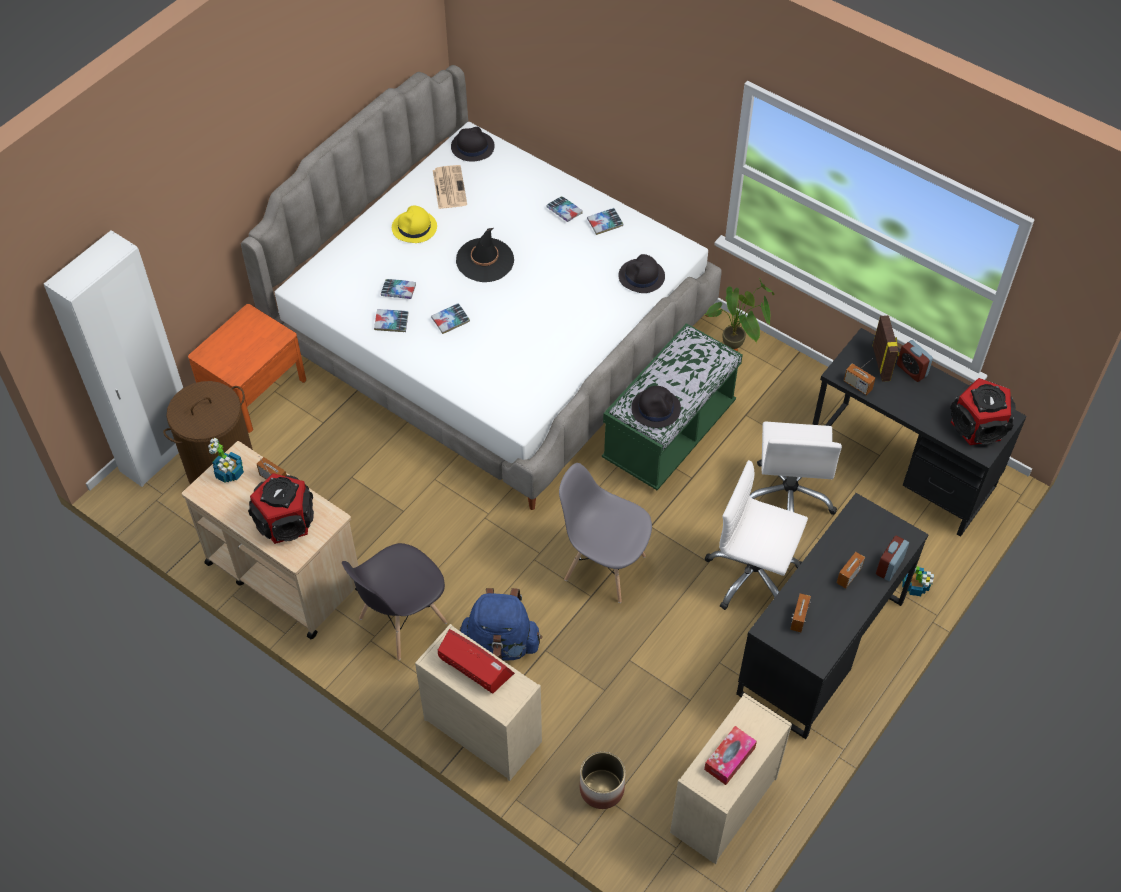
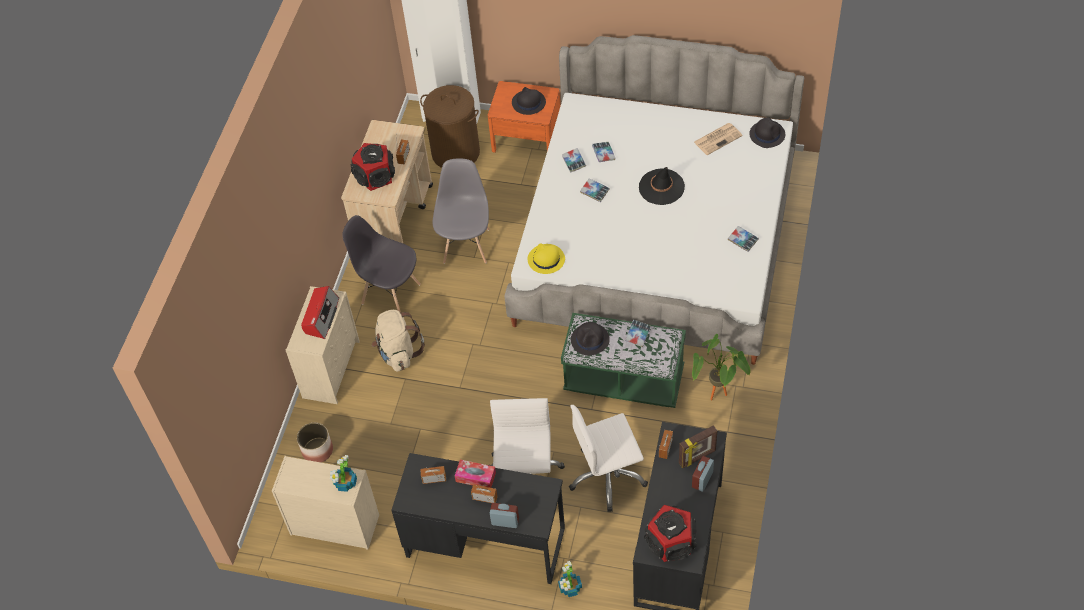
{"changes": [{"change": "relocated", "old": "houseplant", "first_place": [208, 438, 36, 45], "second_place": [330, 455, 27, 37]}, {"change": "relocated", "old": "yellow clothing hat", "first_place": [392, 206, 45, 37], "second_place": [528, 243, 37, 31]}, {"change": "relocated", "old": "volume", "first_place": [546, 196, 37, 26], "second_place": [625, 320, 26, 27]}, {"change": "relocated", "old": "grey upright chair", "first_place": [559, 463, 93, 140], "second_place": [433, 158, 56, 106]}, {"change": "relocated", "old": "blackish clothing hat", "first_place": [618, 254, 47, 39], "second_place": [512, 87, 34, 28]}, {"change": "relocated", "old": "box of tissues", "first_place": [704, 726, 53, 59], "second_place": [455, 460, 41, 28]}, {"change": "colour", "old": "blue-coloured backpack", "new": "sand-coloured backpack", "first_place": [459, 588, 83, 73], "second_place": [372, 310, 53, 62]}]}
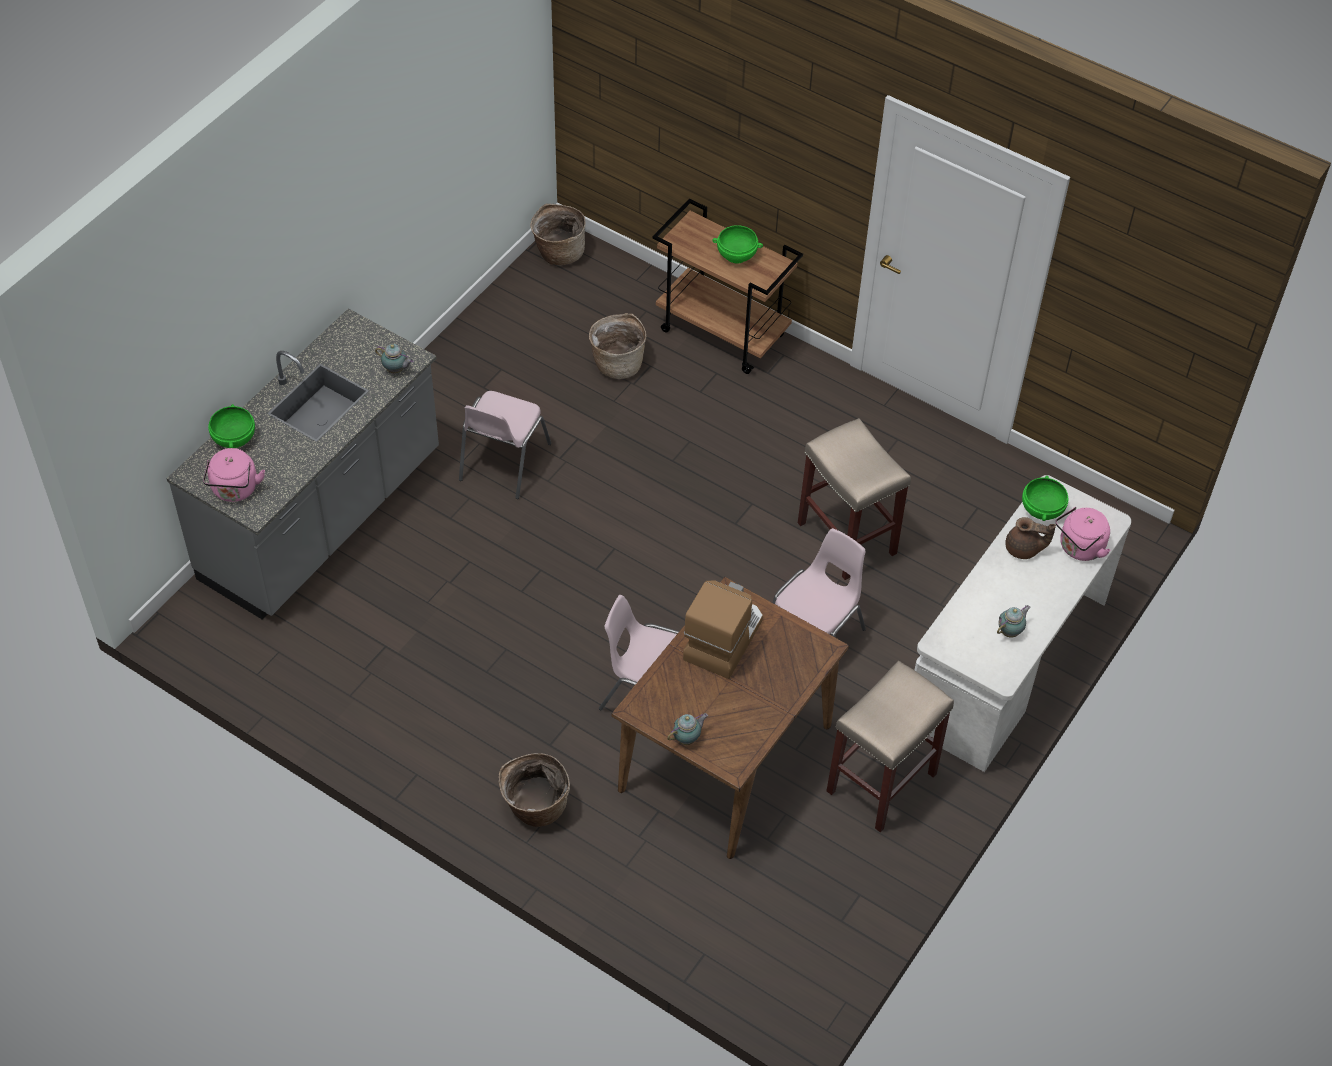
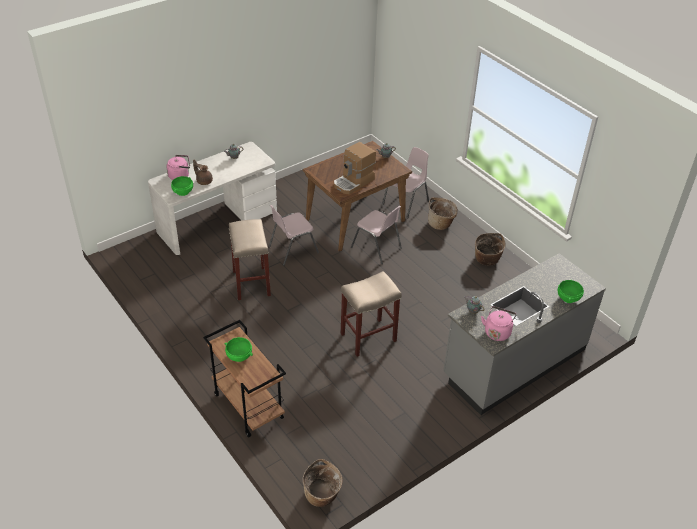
{"changes": [{"change": "relocated", "old": "pink-coloured kettle", "first_place": [203, 448, 62, 54], "second_place": [481, 306, 36, 35]}, {"change": "relocated", "old": "pink-coloured upright chair", "first_place": [459, 391, 92, 108], "second_place": [382, 147, 47, 71]}, {"change": "relocated", "old": "household basket", "first_place": [589, 313, 57, 66], "second_place": [475, 233, 31, 33]}, {"change": "relocated", "old": "sand-coloured sitting stool", "first_place": [826, 661, 128, 171], "second_place": [341, 271, 60, 86]}]}
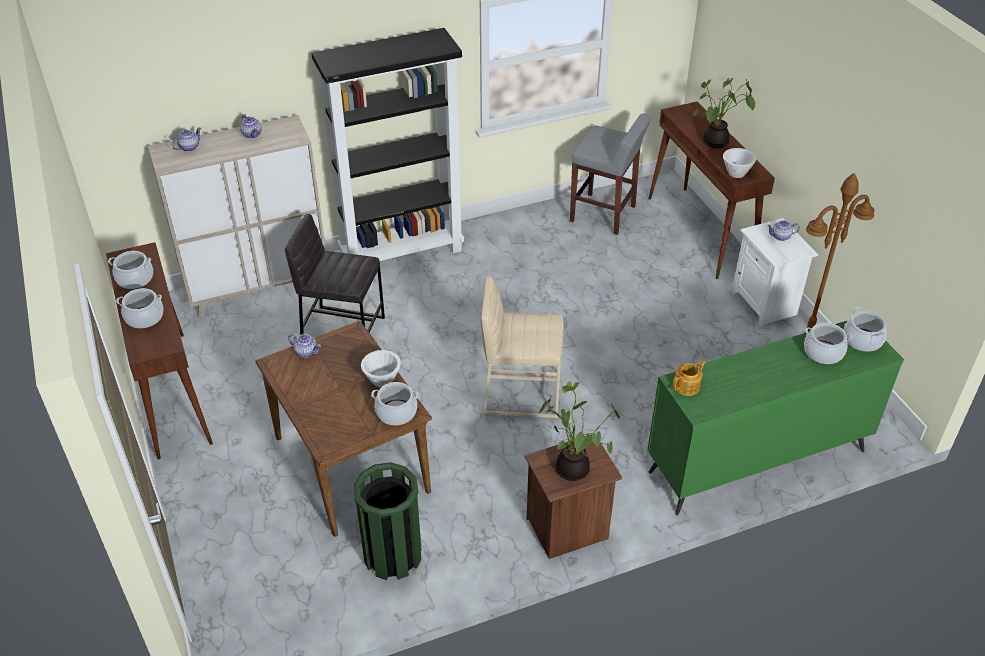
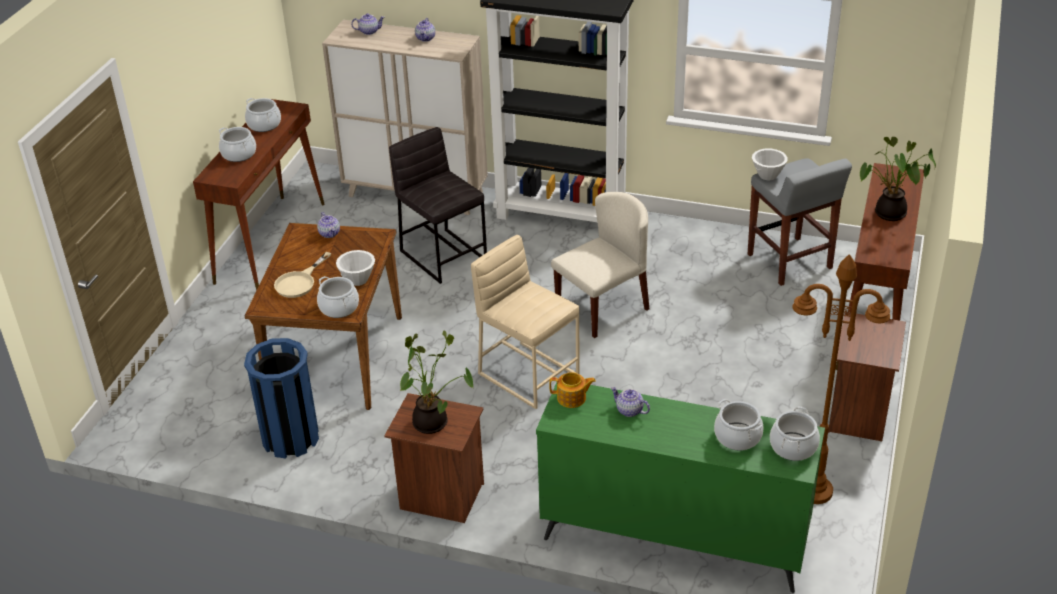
{"changes": [{"change": "appeared", "new": "sand-coloured frying pan", "second_place": [274, 252, 57, 46]}, {"change": "appeared", "new": "sand-coloured upright chair", "second_place": [551, 192, 98, 146]}, {"change": "relocated", "old": "white-coloured bowl", "first_place": [723, 148, 33, 30], "second_place": [752, 149, 36, 31]}, {"change": "relocated", "old": "pot for tea", "first_place": [767, 220, 33, 21], "second_place": [611, 387, 39, 30]}, {"change": "colour", "old": "greenish rubbish bin", "new": "blue-coloured rubbish bin", "first_place": [353, 462, 68, 118], "second_place": [244, 338, 75, 121]}, {"change": "colour", "old": "white-coloured nightstand", "new": "brown nightstand", "first_place": [732, 218, 86, 109], "second_place": [828, 312, 78, 129]}]}
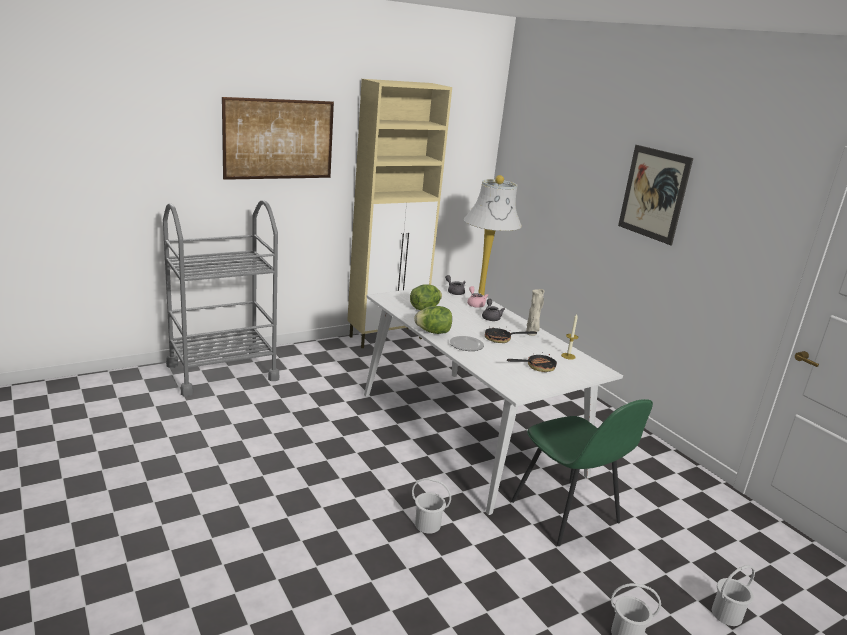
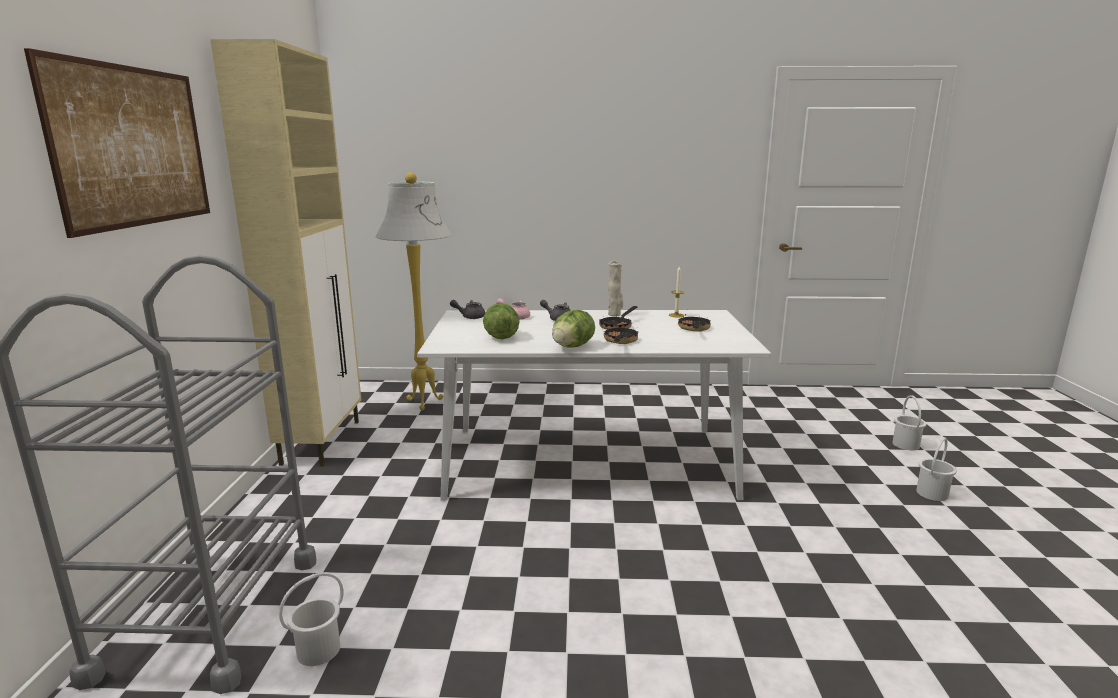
{"changes": [{"change": "missing", "old": "greenish upright chair", "first_place": [511, 399, 142, 147]}, {"change": "missing", "old": "wall picture", "first_place": [618, 145, 75, 100]}, {"change": "relocated", "old": "white-coloured bucket", "first_place": [412, 478, 39, 56], "second_place": [279, 572, 65, 94]}, {"change": "exchanged", "old": "plate", "new": "frying pan", "first_place": [450, 336, 34, 15], "second_place": [604, 325, 34, 19]}]}
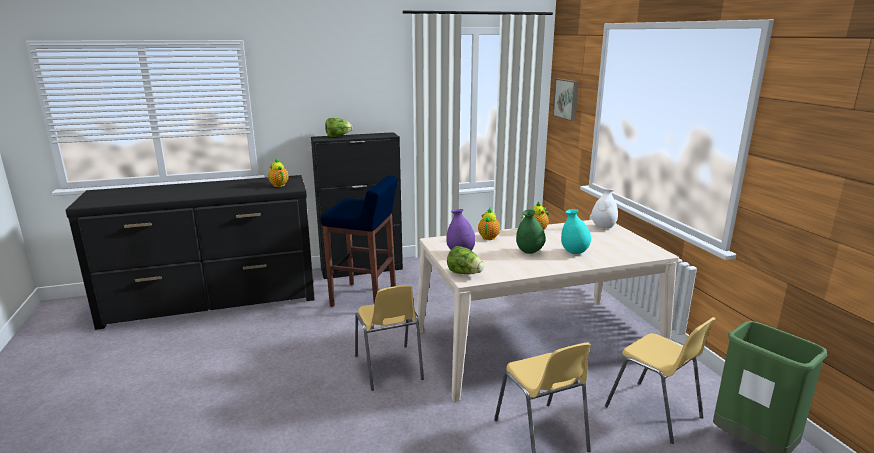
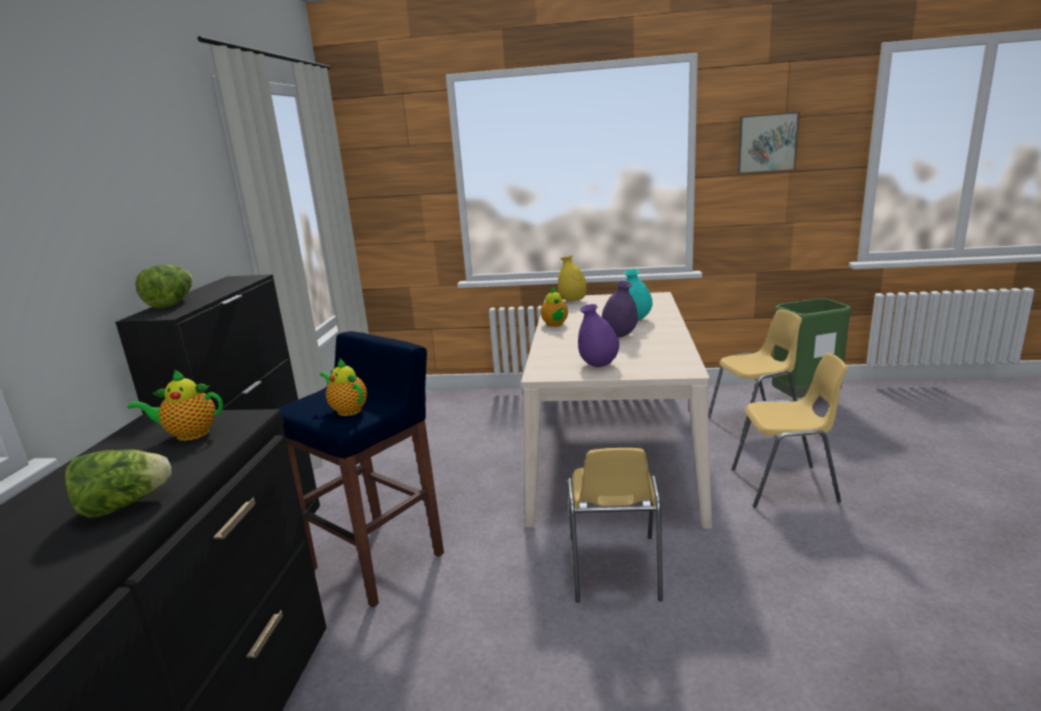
{"changes": [{"change": "relocated", "old": "lettuce", "first_place": [447, 246, 37, 28], "second_place": [65, 449, 106, 69]}, {"change": "relocated", "old": "pot for tea", "first_place": [478, 208, 22, 32], "second_place": [320, 359, 47, 57]}, {"change": "relocated", "old": "wall picture", "first_place": [553, 79, 26, 42], "second_place": [737, 112, 63, 62]}, {"change": "colour", "old": "greenish vase", "new": "purple-coloured vase", "first_place": [516, 210, 30, 44], "second_place": [602, 281, 36, 56]}, {"change": "colour", "old": "white-coloured vase", "new": "yellow vase", "first_place": [591, 188, 27, 40], "second_place": [558, 255, 29, 47]}, {"change": "spun", "old": "yellow upright chair", "first_place": [355, 285, 69, 106], "second_place": [567, 448, 96, 154], "degrees": 90}]}
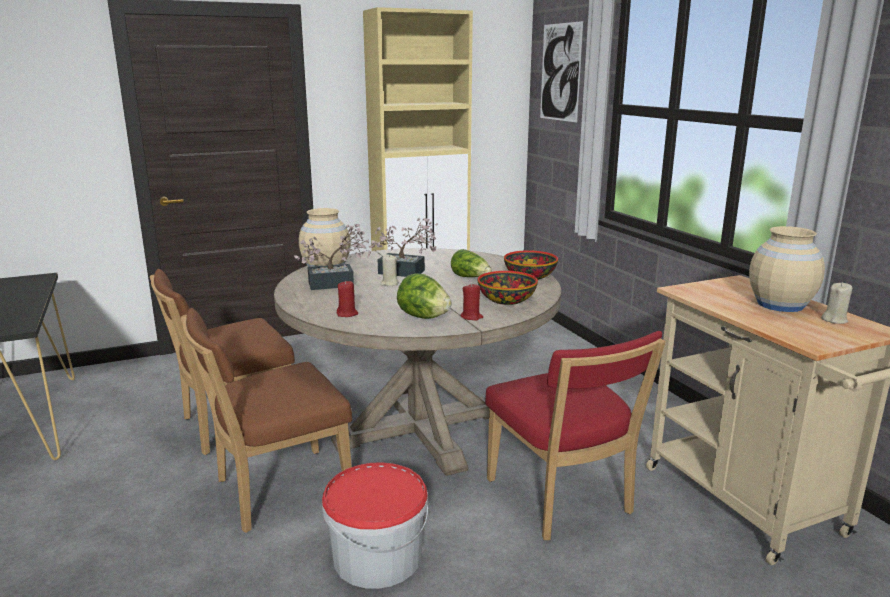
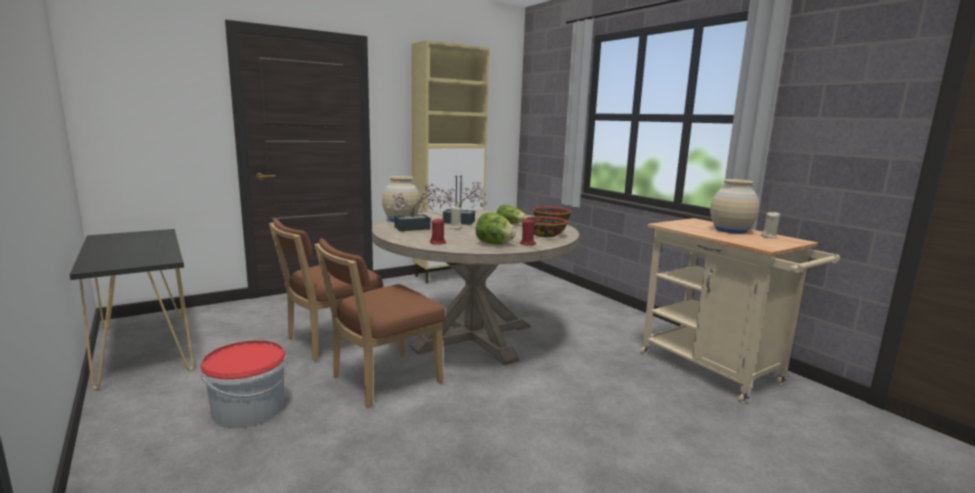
{"changes": [{"change": "missing", "old": "red upright chair", "first_place": [485, 331, 181, 209]}, {"change": "missing", "old": "wall picture", "first_place": [540, 21, 43, 101]}, {"change": "relocated", "old": "bucket", "first_place": [322, 462, 106, 127], "second_place": [200, 340, 87, 88]}]}
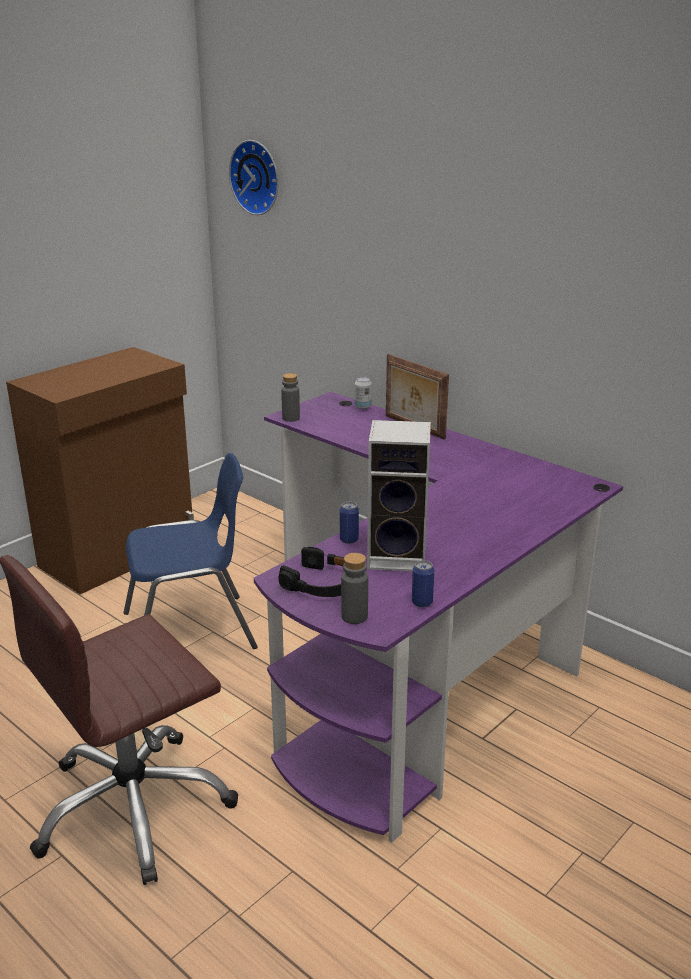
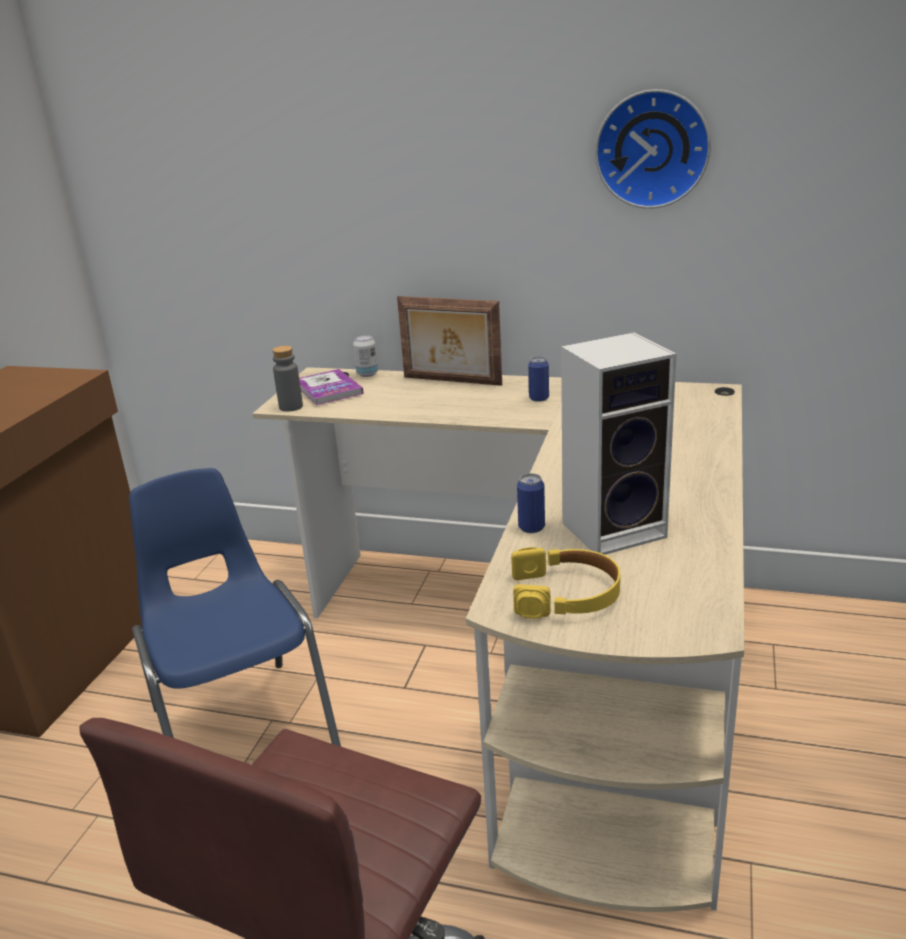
{"changes": [{"change": "missing", "old": "grey beverage bottle", "first_place": [341, 553, 27, 71]}, {"change": "appeared", "new": "volume", "second_place": [299, 369, 65, 36]}, {"change": "relocated", "old": "wall clock", "first_place": [229, 140, 50, 75], "second_place": [595, 89, 116, 120]}, {"change": "relocated", "old": "can", "first_place": [412, 560, 22, 47], "second_place": [528, 356, 21, 46]}, {"change": "colour", "old": "purple-coloured desk unit", "new": "sand-coloured desk unit", "first_place": [254, 392, 369, 451], "second_place": [252, 367, 492, 545]}, {"change": "colour", "old": "blackish headset", "new": "yellow headset", "first_place": [279, 547, 66, 50], "second_place": [511, 547, 109, 72]}, {"change": "spun", "old": "blue-coloured upright chair", "first_place": [123, 453, 135, 196], "second_place": [129, 468, 212, 279], "degrees": -75}]}
